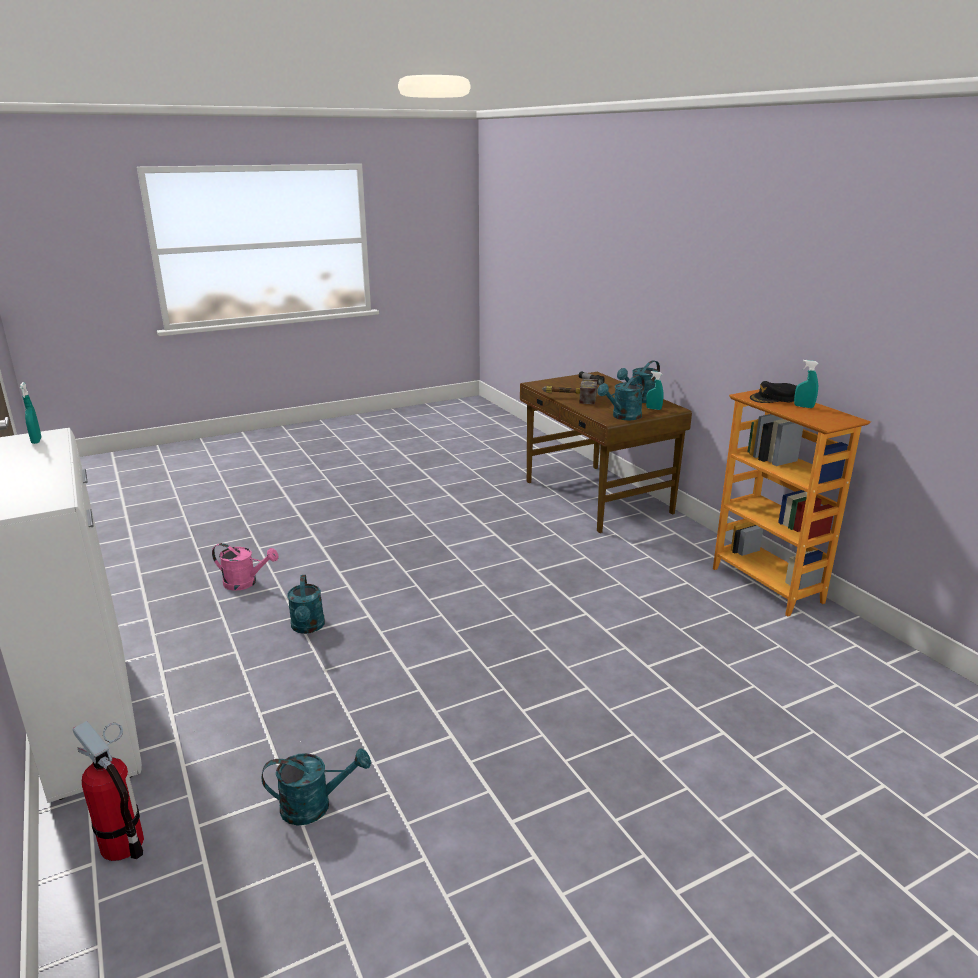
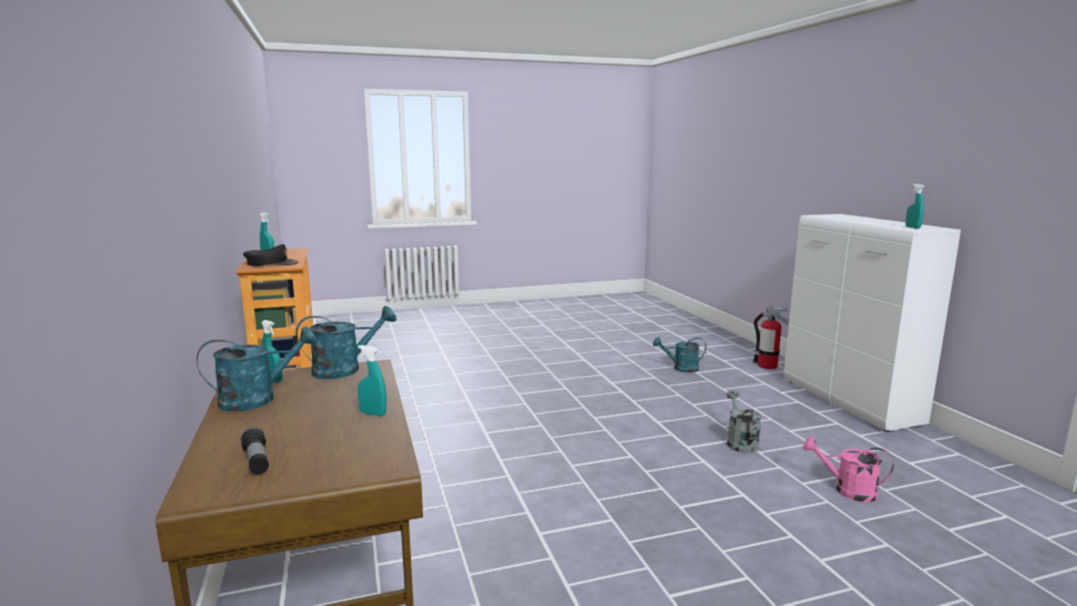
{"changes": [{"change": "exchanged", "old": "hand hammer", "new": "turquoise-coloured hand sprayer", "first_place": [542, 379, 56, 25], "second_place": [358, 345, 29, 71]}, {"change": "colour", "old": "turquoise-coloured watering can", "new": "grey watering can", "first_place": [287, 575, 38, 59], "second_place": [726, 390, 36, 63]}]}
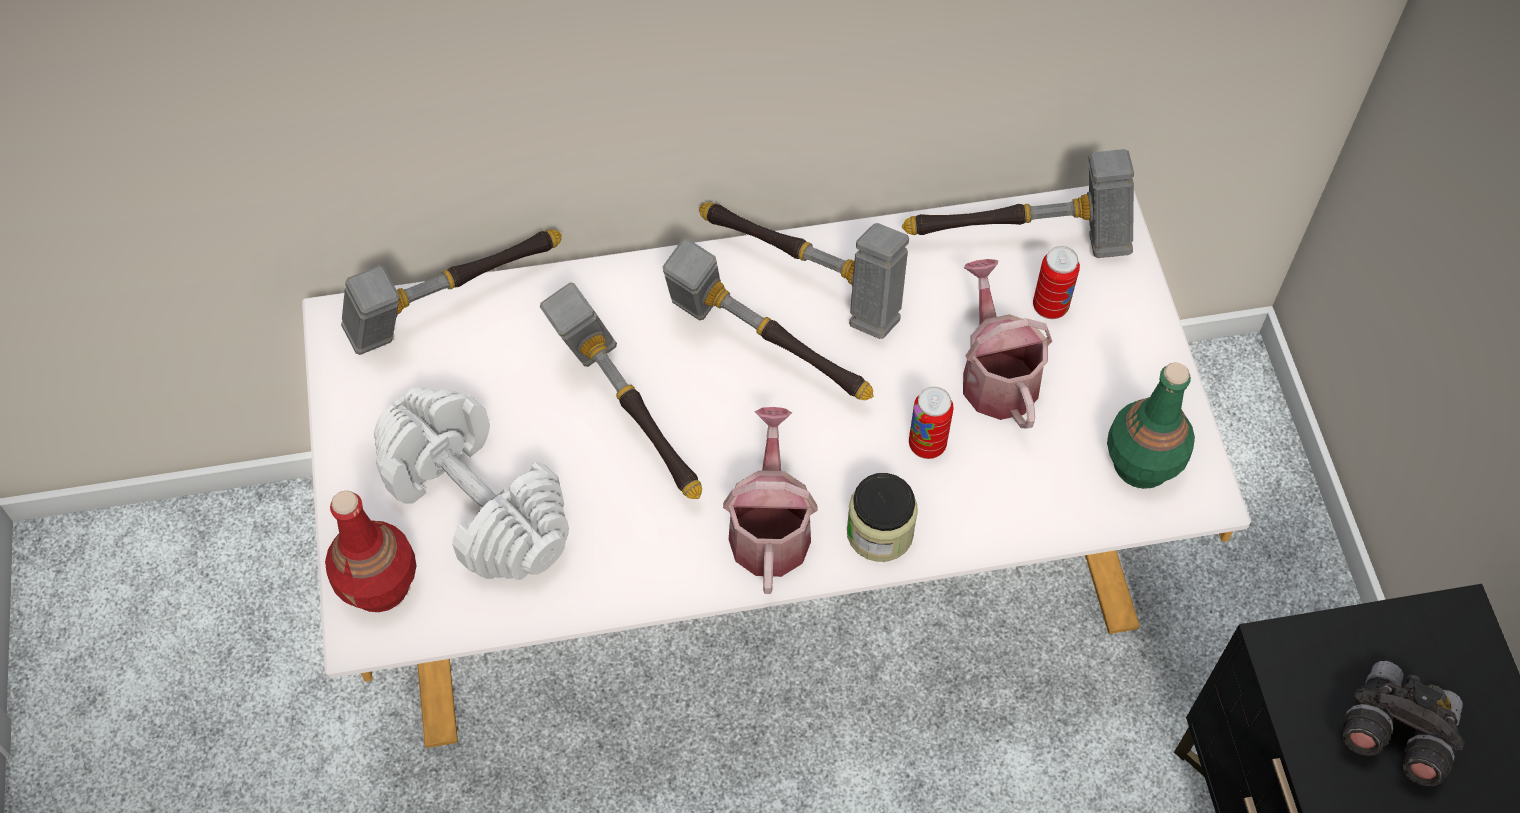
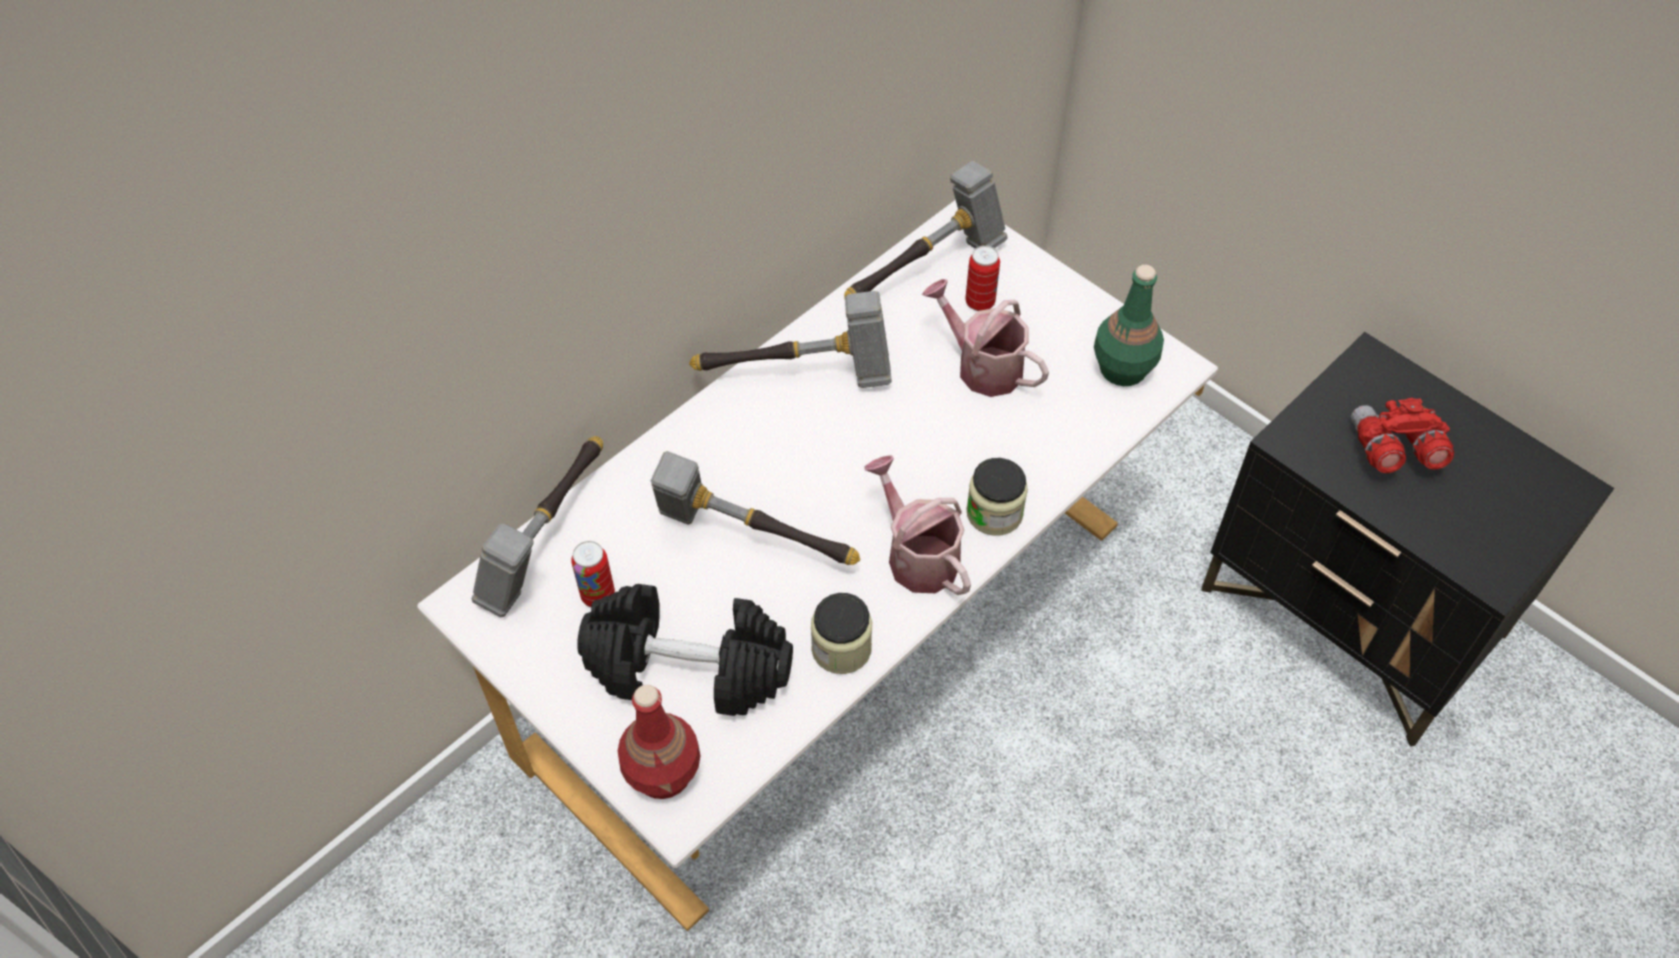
{"changes": [{"change": "missing", "old": "hand hammer", "first_place": [662, 238, 211, 162]}, {"change": "appeared", "new": "storage jar", "second_place": [811, 593, 61, 81]}, {"change": "relocated", "old": "can", "first_place": [909, 386, 44, 73], "second_place": [571, 541, 44, 66]}, {"change": "colour", "old": "white-coloured hand weight", "new": "blackish hand weight", "first_place": [374, 387, 195, 193], "second_place": [577, 584, 216, 132]}, {"change": "colour", "old": "grey field glasses", "new": "red field glasses", "first_place": [1342, 661, 123, 125], "second_place": [1351, 398, 103, 75]}]}
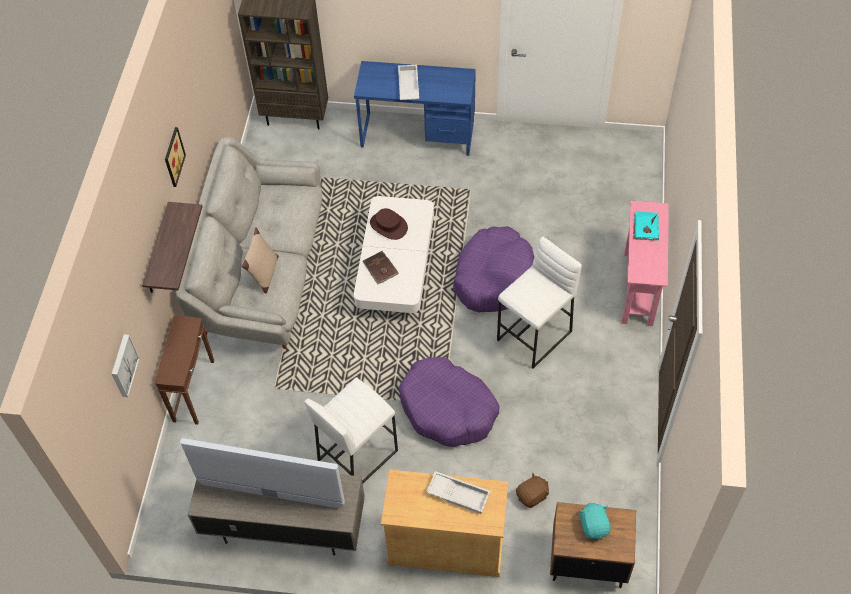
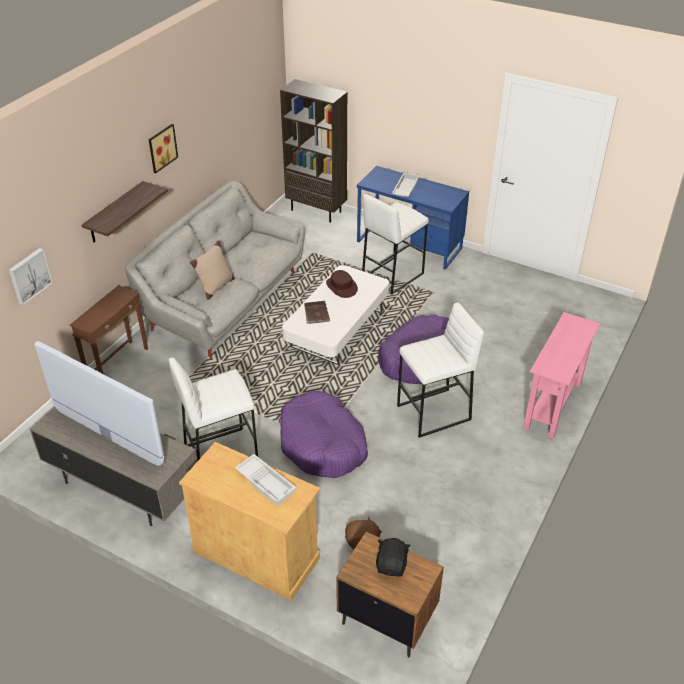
{"changes": [{"change": "missing", "old": "turquoise-coloured volume", "first_place": [633, 211, 26, 30]}, {"change": "appeared", "new": "white-coloured sitting stool", "second_place": [362, 194, 67, 101]}, {"change": "colour", "old": "turquoise-coloured plush toy", "new": "blackish plush toy", "first_place": [579, 503, 32, 36], "second_place": [376, 538, 35, 39]}]}
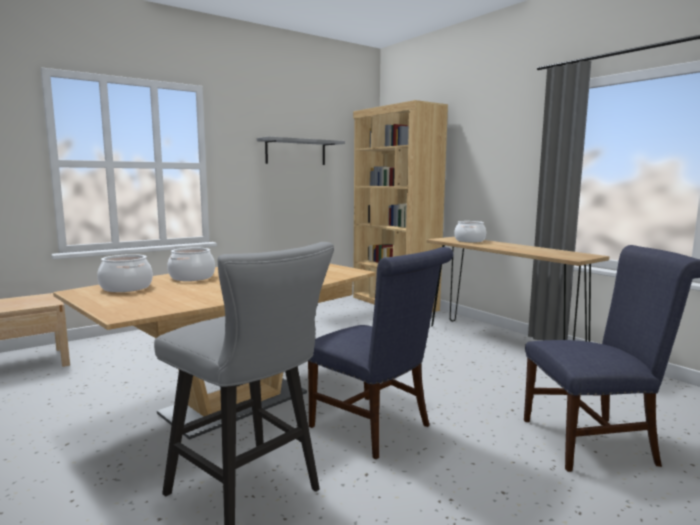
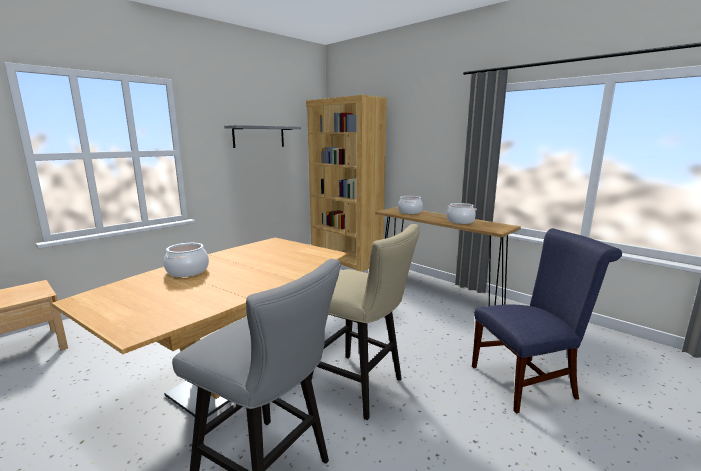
{"changes": [{"change": "relocated", "old": "stockpot", "first_place": [97, 254, 56, 38], "second_place": [447, 203, 30, 21]}, {"change": "exchanged", "old": "blue-coloured upright chair", "new": "sand-coloured sitting stool", "first_place": [308, 247, 146, 212], "second_place": [310, 224, 110, 196]}]}
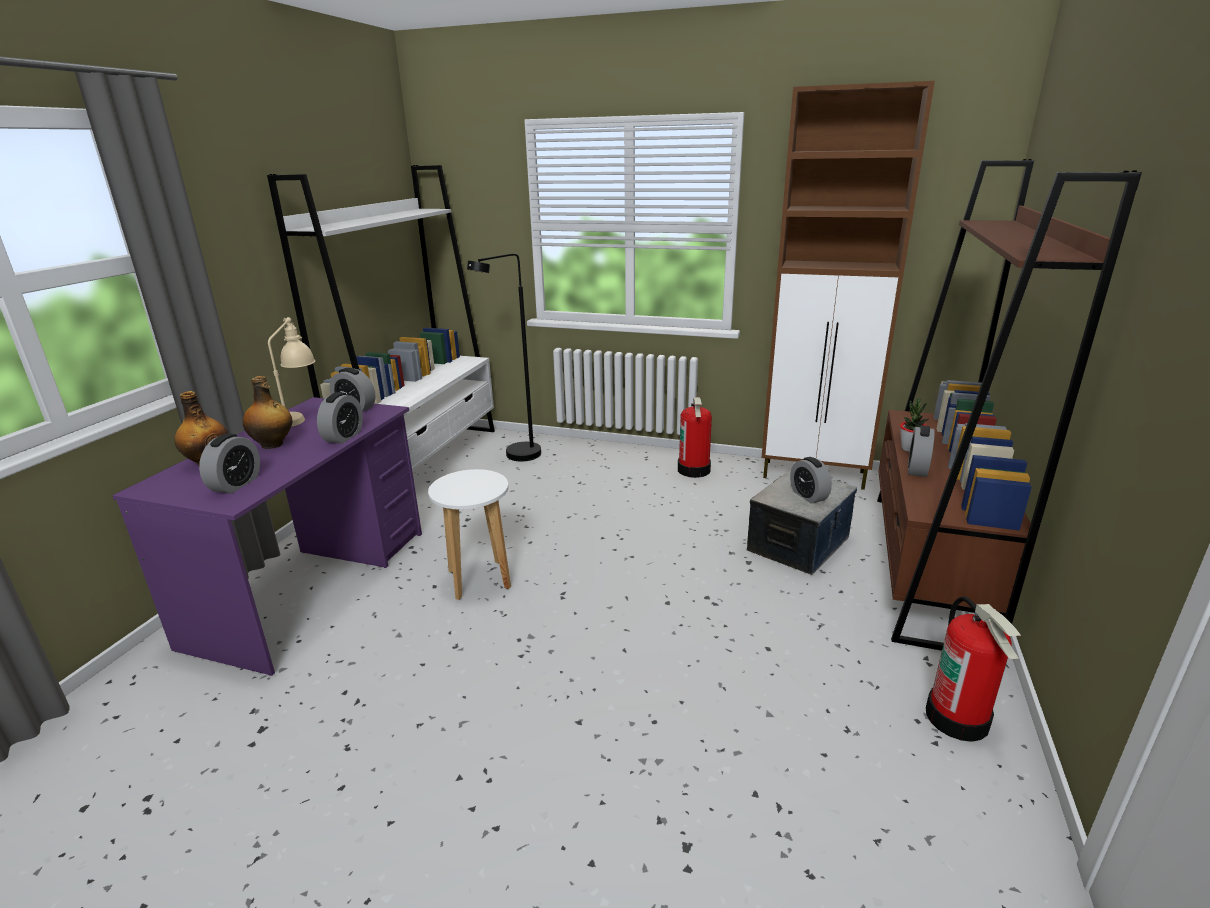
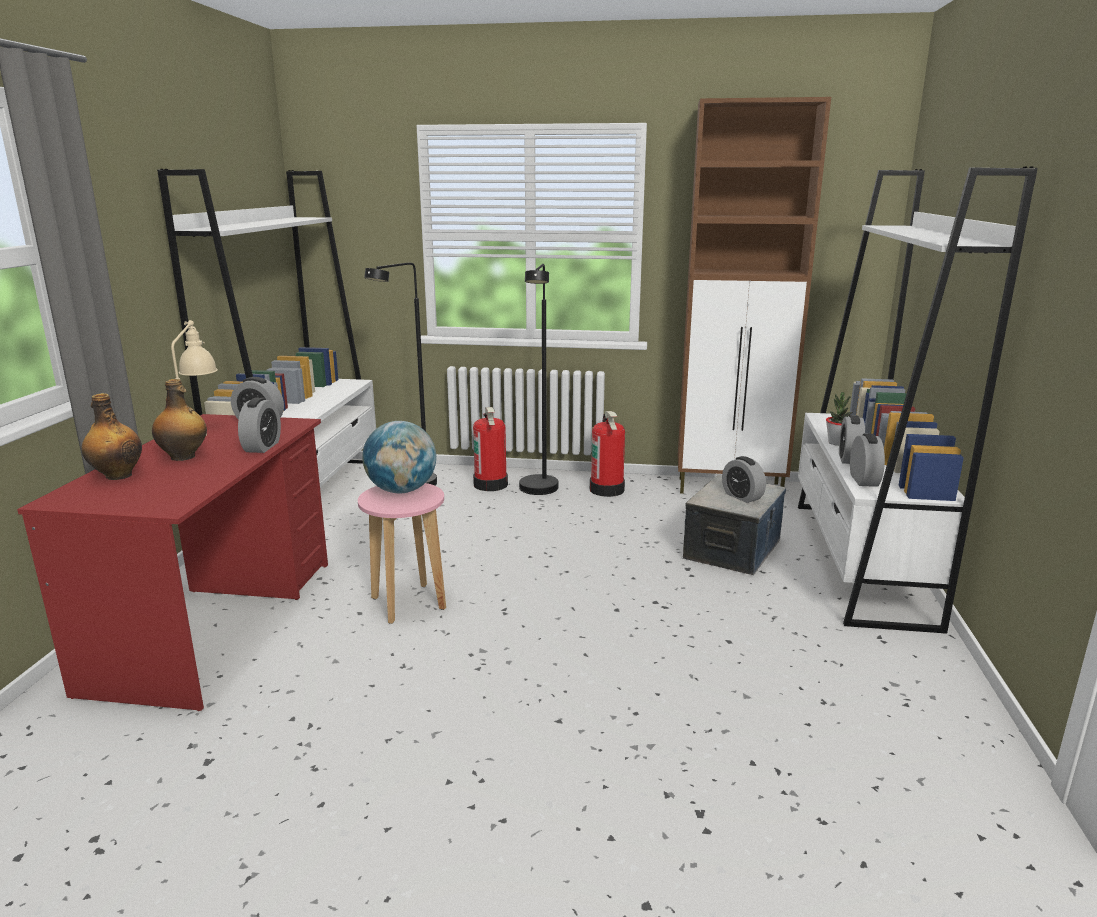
{"changes": [{"change": "appeared", "new": "globe", "second_place": [362, 421, 74, 72]}, {"change": "appeared", "new": "blackish floor lamp", "second_place": [519, 264, 39, 231]}, {"change": "relocated", "old": "table clock", "first_place": [199, 433, 61, 61], "second_place": [850, 433, 35, 54]}, {"change": "relocated", "old": "fire extinguisher", "first_place": [926, 596, 96, 146], "second_place": [473, 407, 35, 84]}, {"change": "colour", "old": "purple-coloured desk unit", "new": "red desk unit", "first_place": [112, 397, 310, 279], "second_place": [17, 414, 311, 297]}, {"change": "colour", "old": "white-coloured sitting stool", "new": "pink-coloured sitting stool", "first_place": [428, 469, 83, 131], "second_place": [358, 483, 88, 141]}, {"change": "colour", "old": "brown shelving unit", "new": "white-coloured shelving unit", "first_place": [877, 159, 265, 492], "second_place": [798, 167, 240, 467]}]}
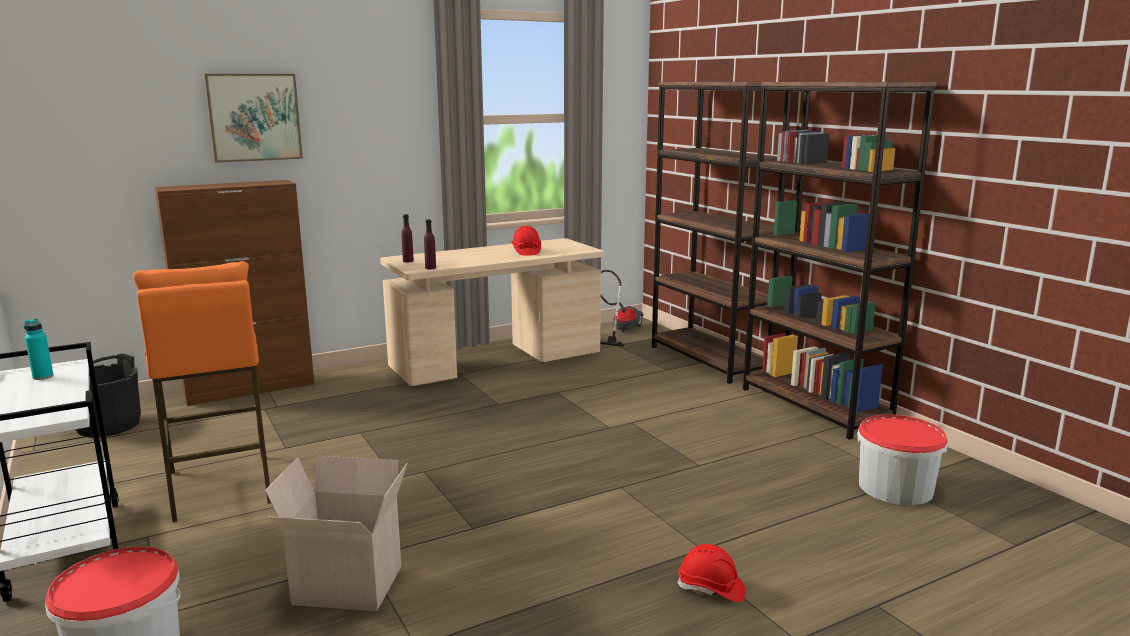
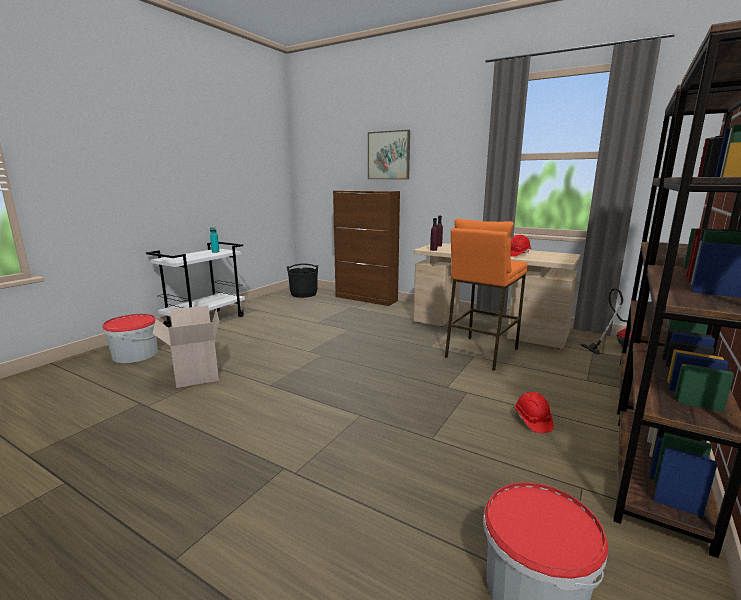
{"changes": [{"change": "relocated", "old": "orangey sitting stool", "first_place": [133, 261, 138, 262], "second_place": [445, 219, 83, 152]}, {"change": "relocated", "old": "red work helmet", "first_place": [677, 544, 69, 58], "second_place": [515, 392, 38, 41]}]}
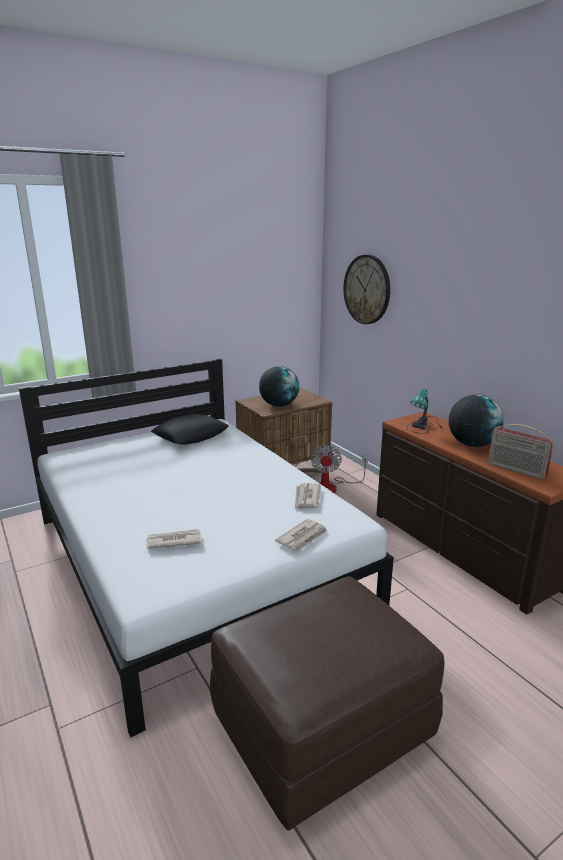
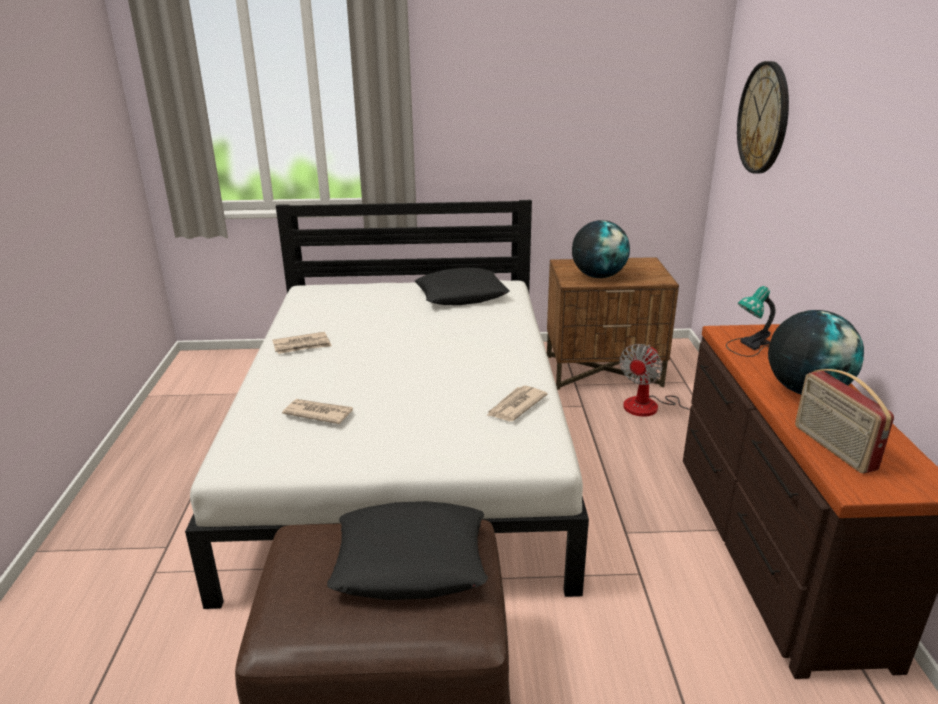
{"changes": [{"change": "appeared", "new": "blackish cushion", "second_place": [327, 501, 161, 99]}, {"change": "relocated", "old": "printed paper", "first_place": [275, 519, 53, 33], "second_place": [272, 332, 60, 22]}]}
